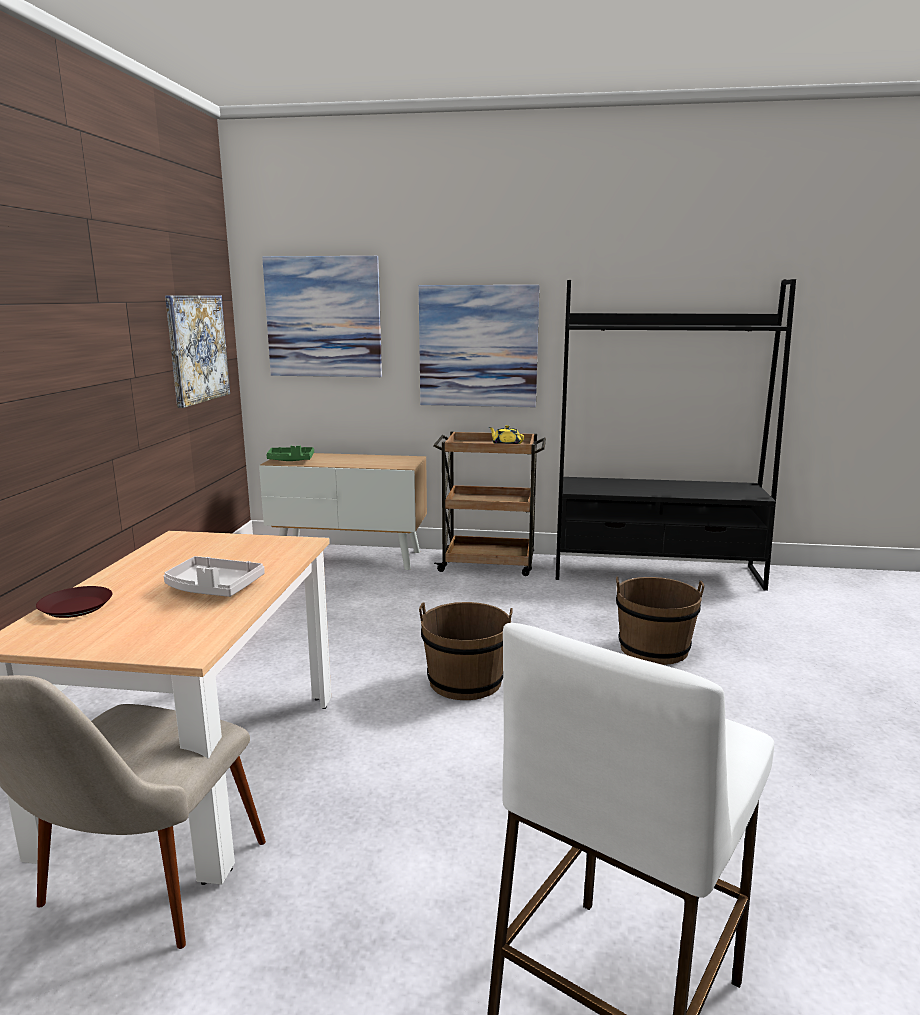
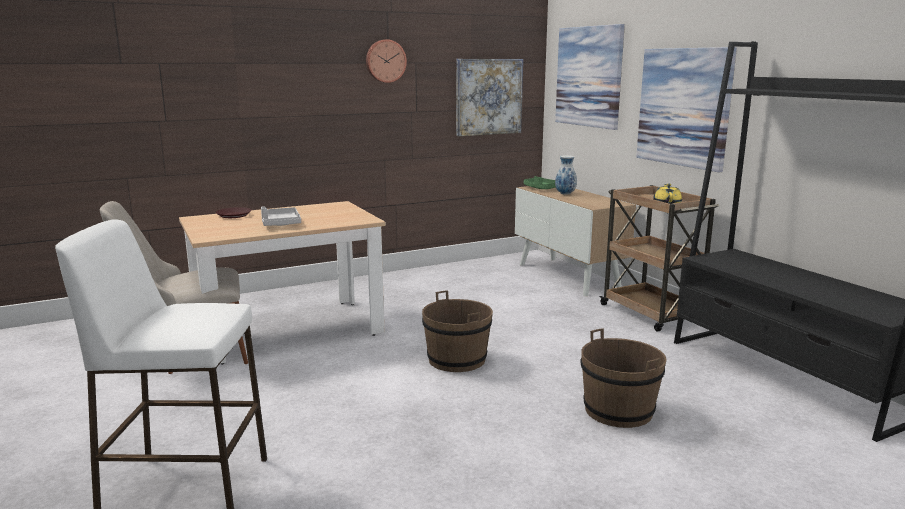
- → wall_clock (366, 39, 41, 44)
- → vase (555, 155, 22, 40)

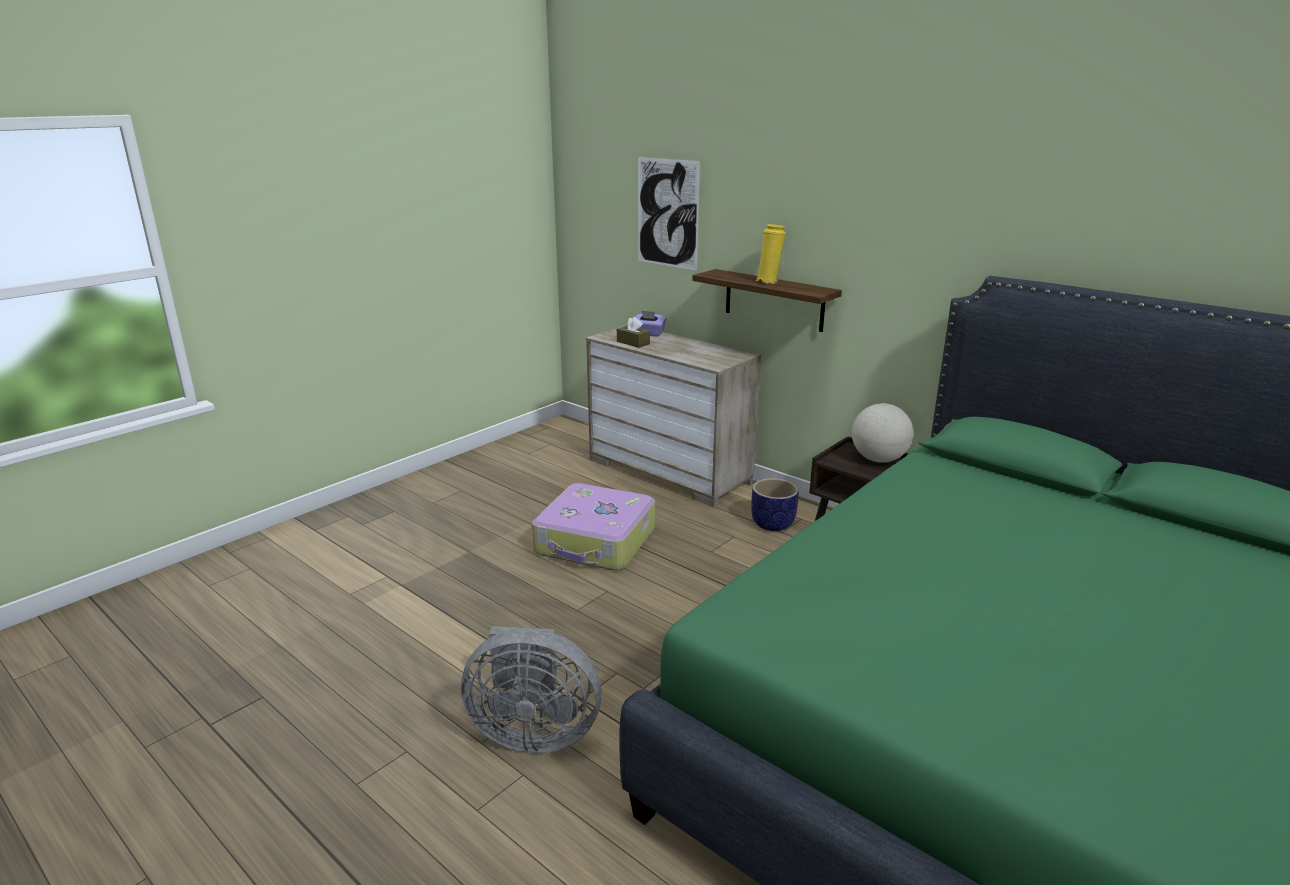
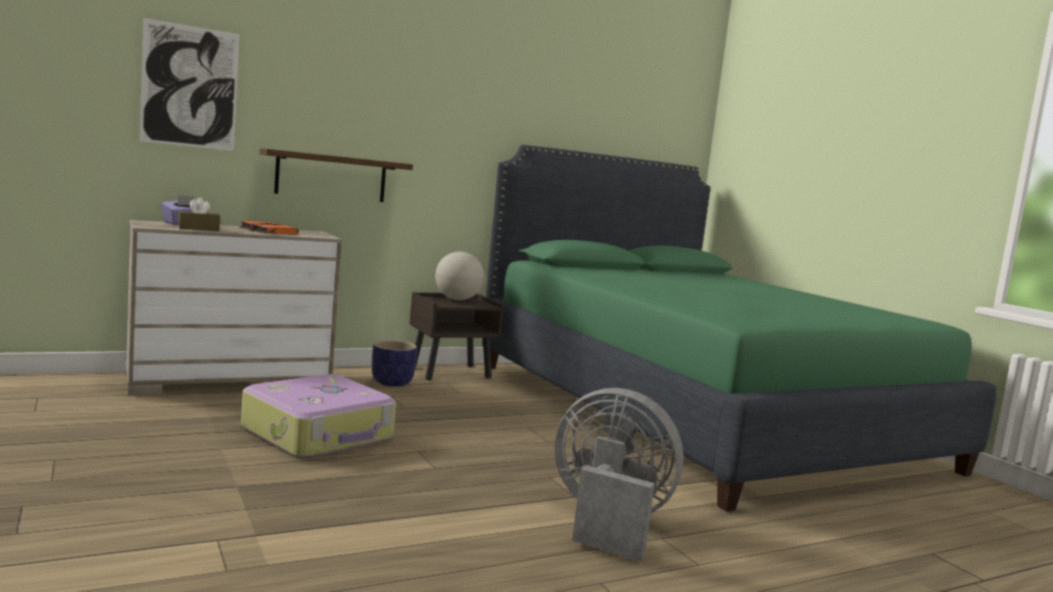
- → orange_book (238, 221, 61, 14)
grey_fan (461, 626, 141, 127) → grey_fan (555, 388, 128, 174), 90 degrees counterclockwise
yellow_vase (756, 224, 30, 60) → -

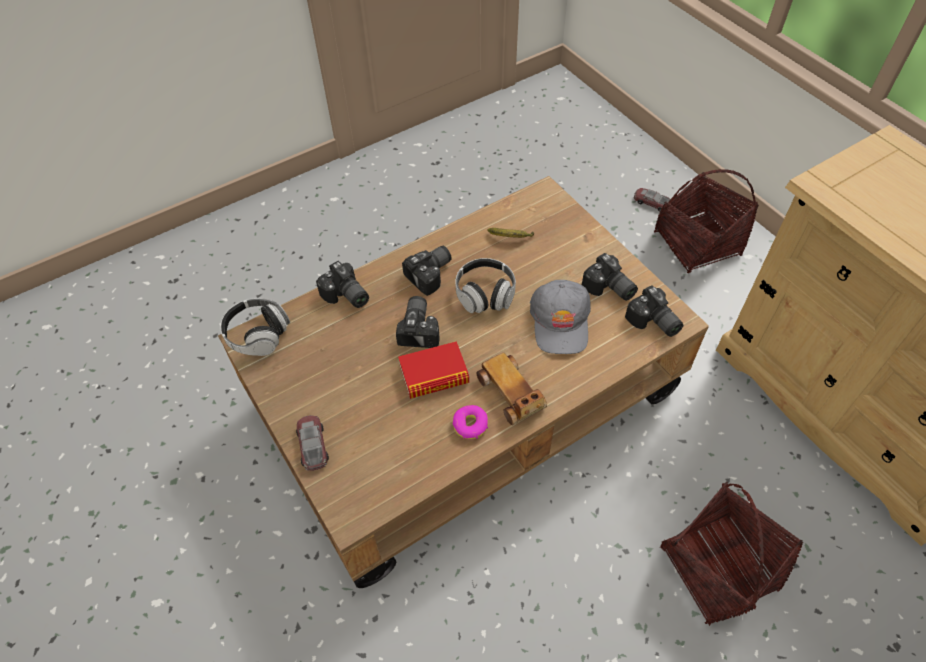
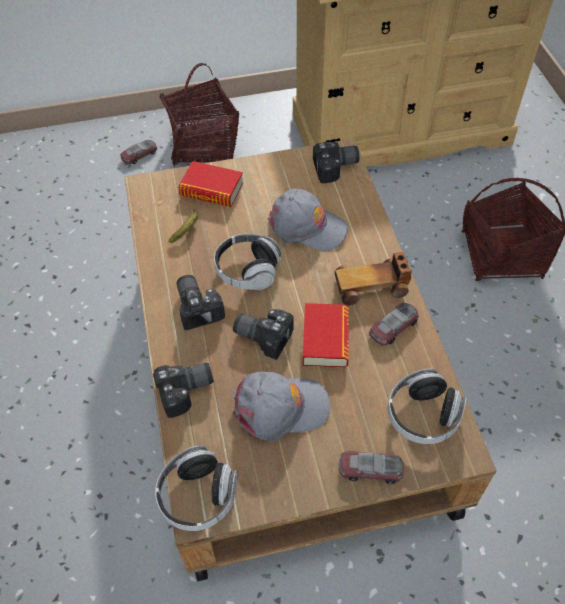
- → book (178, 161, 65, 46)
- → grey_cap (232, 372, 98, 69)
donut (453, 405, 35, 34) → toy_car (369, 303, 50, 43)
- → headphones (388, 369, 78, 75)
photo_camera (582, 253, 56, 48) → -

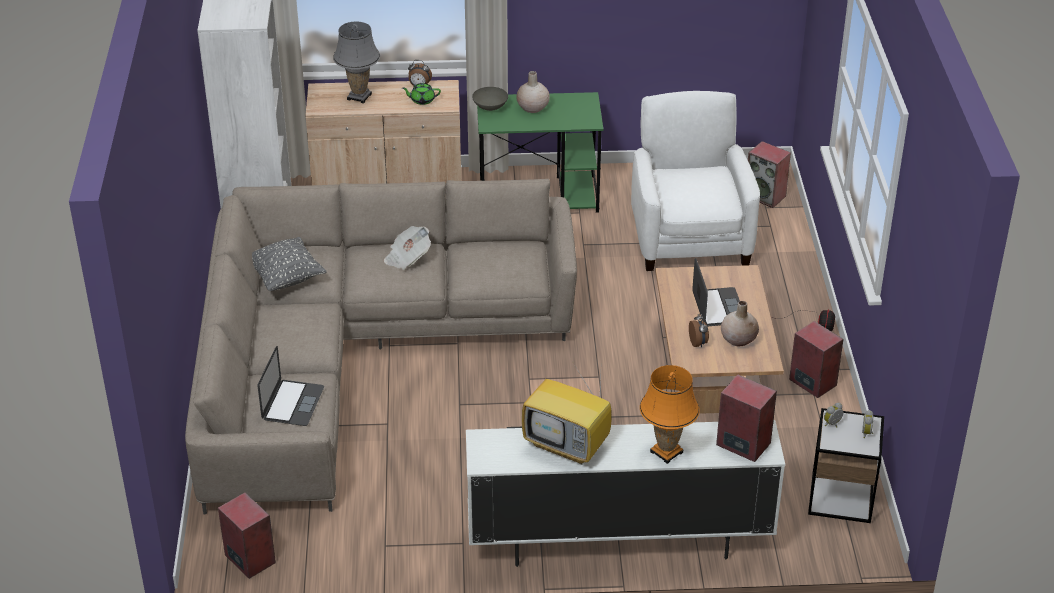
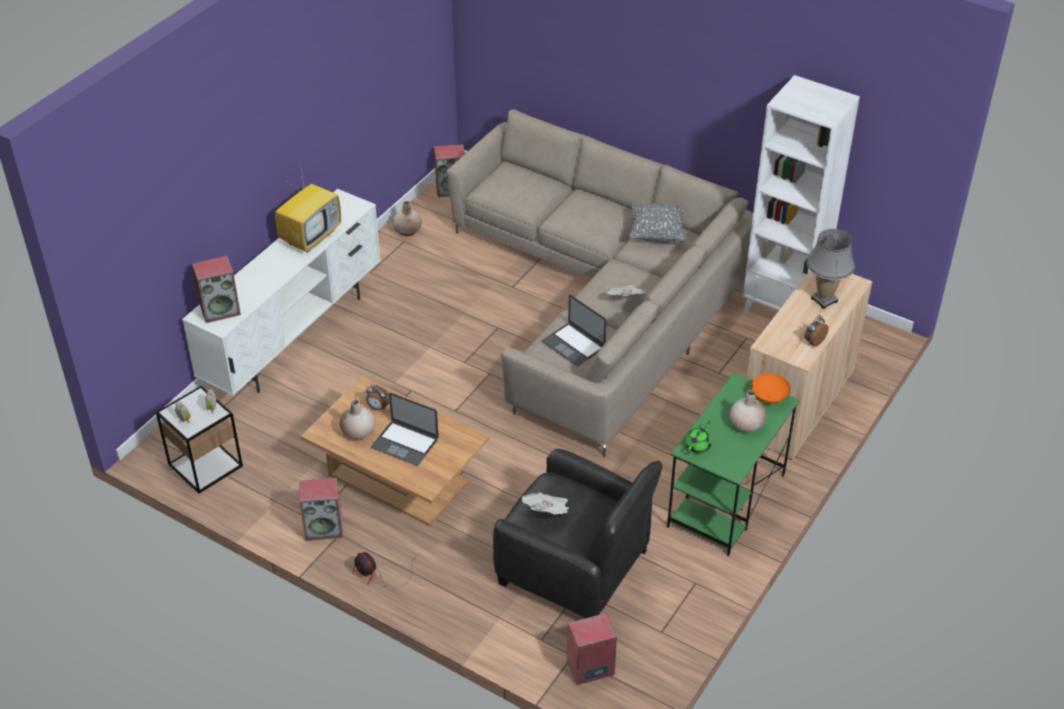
television (522, 361, 90, 103) → television (275, 161, 66, 92), 150 degrees clockwise
- → beige_vase (393, 201, 29, 35)
white_armchair (631, 91, 129, 180) → black_armchair (493, 449, 170, 169)
- → newspaper (522, 492, 47, 23)
laptop (258, 346, 66, 80) → laptop (542, 295, 64, 71), shifted
green_teapot (402, 83, 39, 22) → green_teapot (685, 421, 26, 32), shifted
grey_bowl (472, 87, 36, 24) → orange_bowl (751, 374, 40, 30)
orange_table_lamp (640, 365, 60, 99) → -

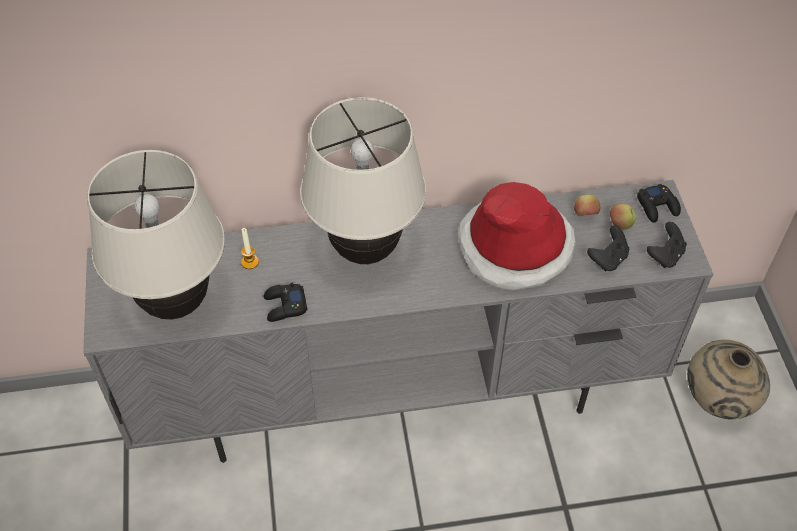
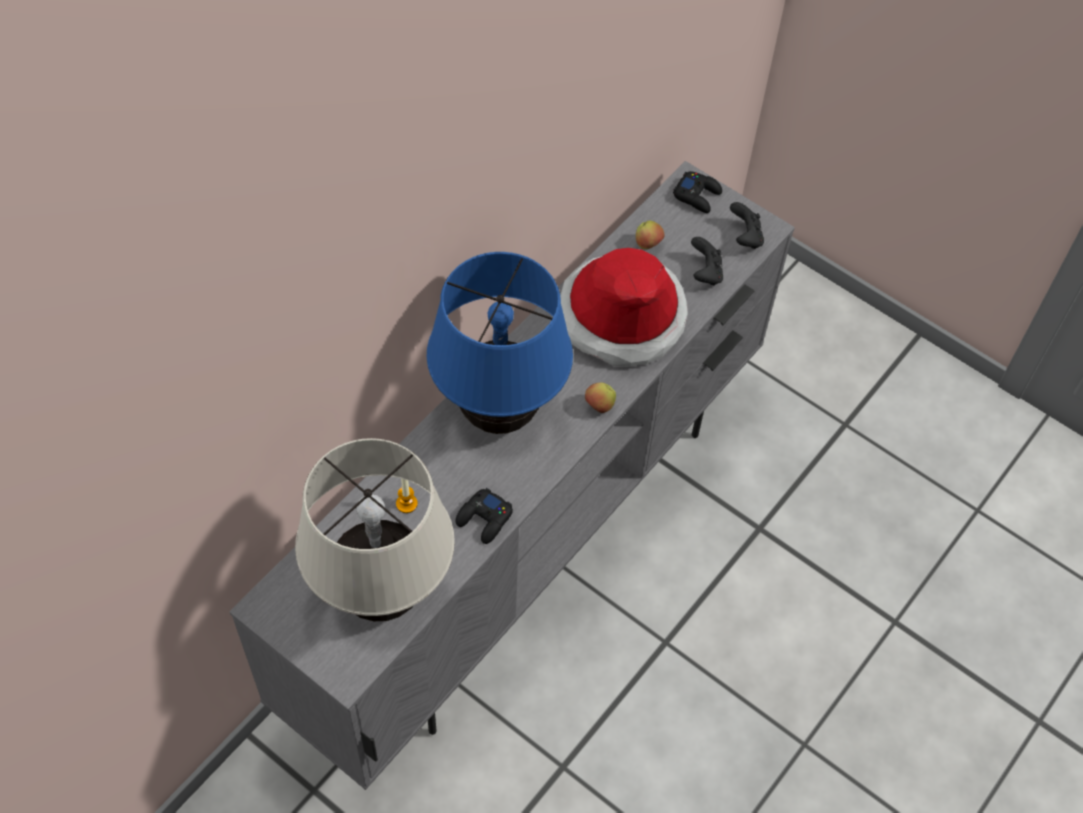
beige_table_lamp (300, 97, 126, 167) → blue_table_lamp (427, 252, 146, 182)
apple (610, 203, 26, 27) → apple (585, 382, 31, 31), shifted
beige_vase (687, 340, 83, 80) → -

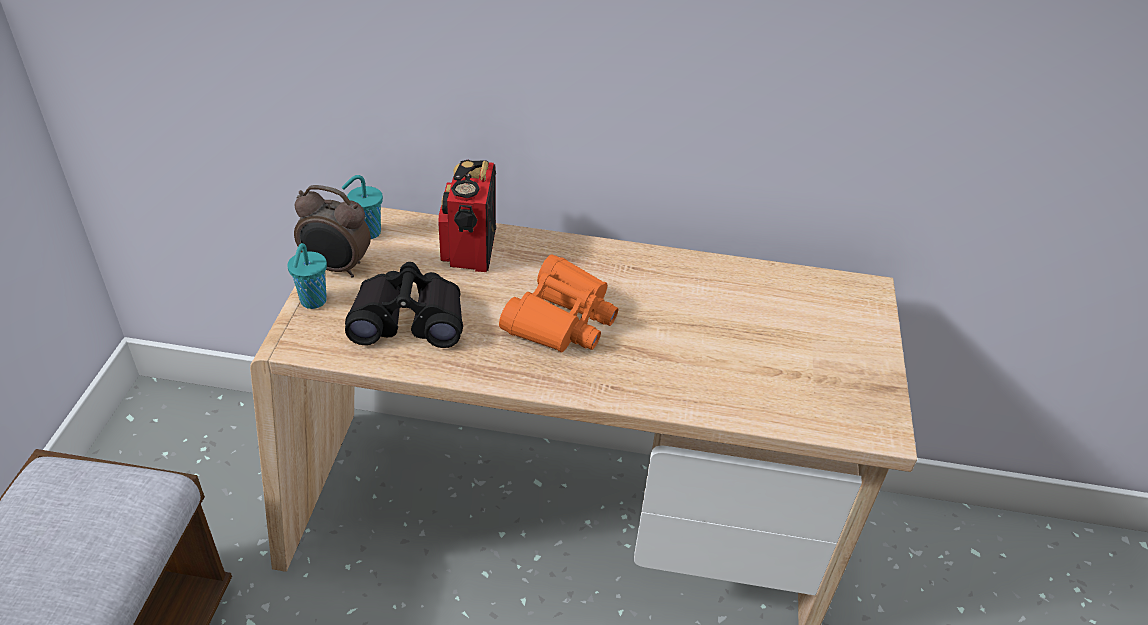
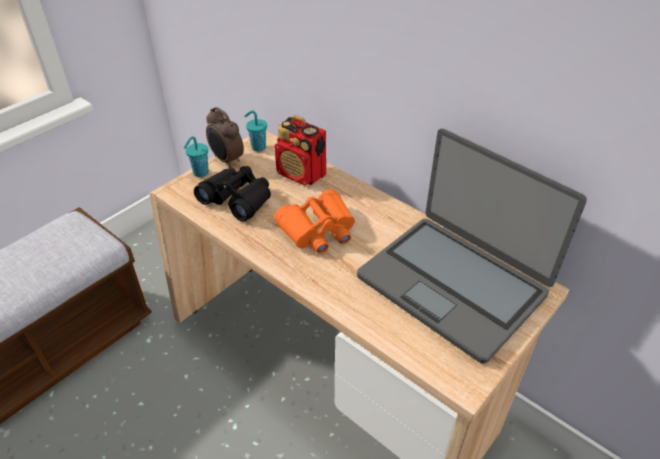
radio (438, 159, 58, 113) → radio (275, 115, 51, 71), 90 degrees counterclockwise
- → laptop (357, 128, 230, 236)

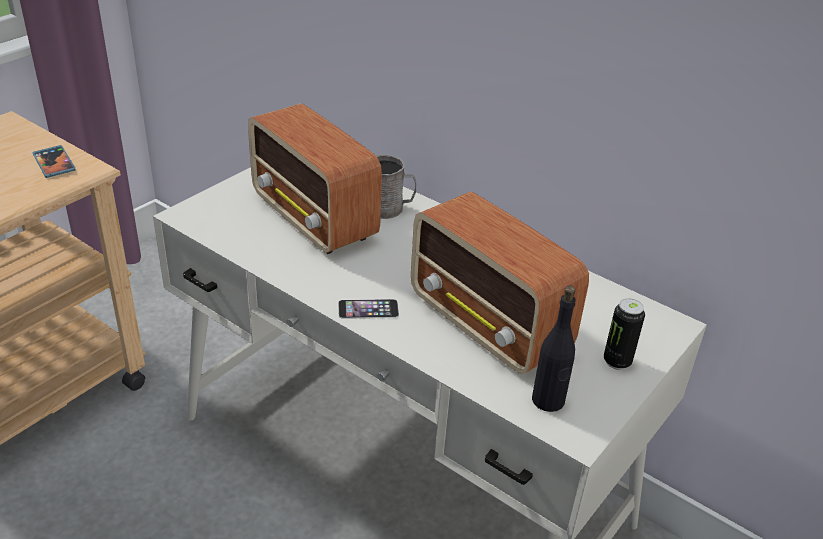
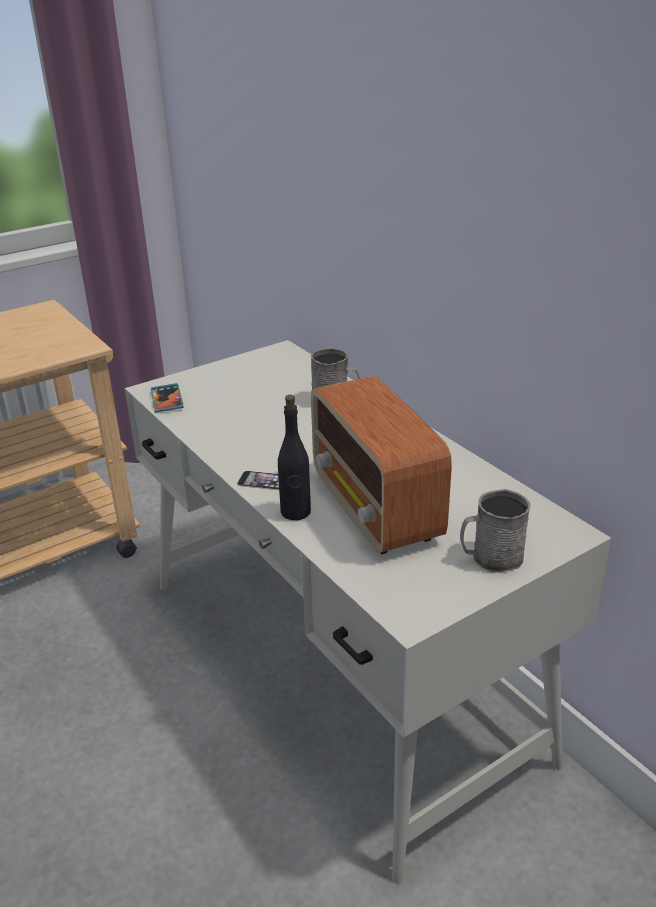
phone (33, 145, 43, 33) → phone (151, 383, 33, 29), shifted
black_bottle (532, 285, 44, 127) → black_bottle (278, 395, 33, 125), shifted
can (604, 298, 41, 72) → grey_mug (460, 489, 71, 83)
radio (248, 104, 134, 150) → -

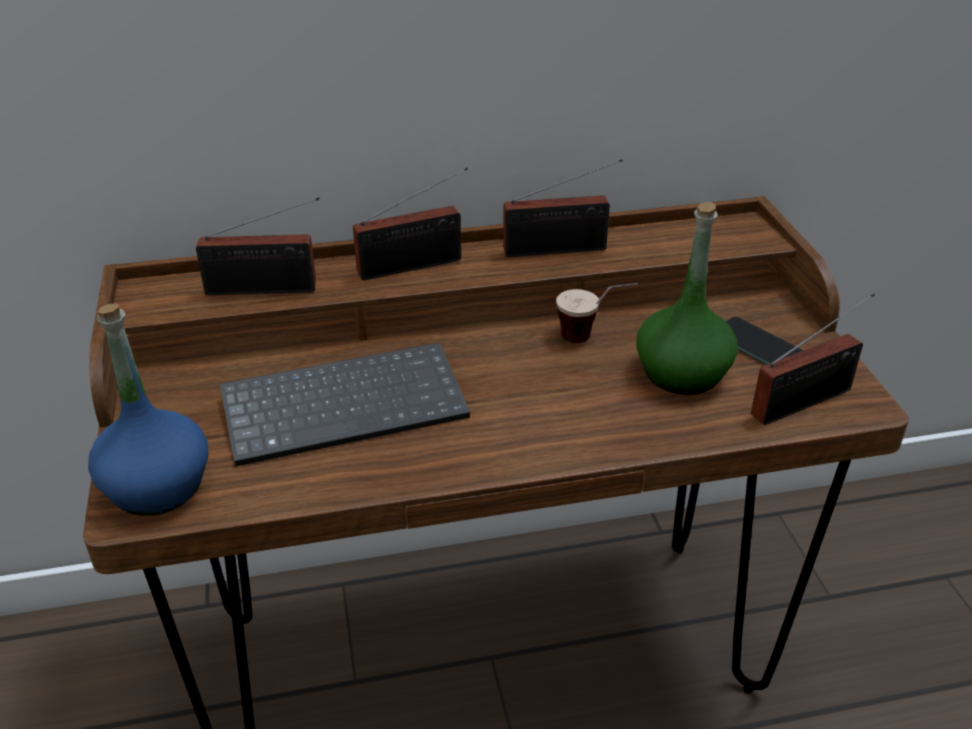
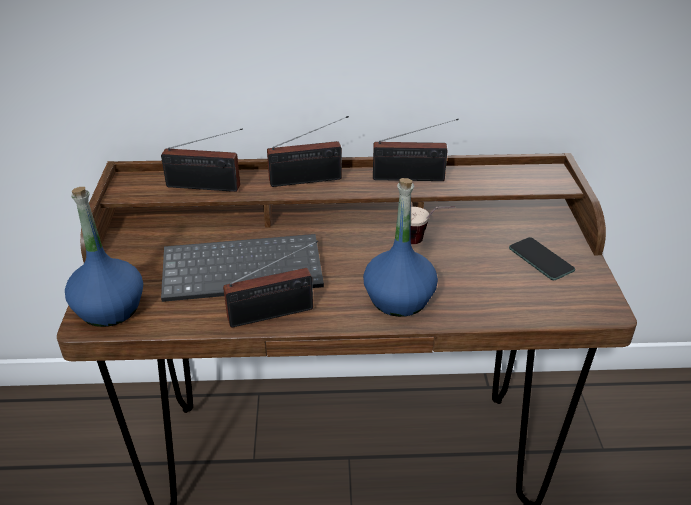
radio (751, 293, 124, 132) → radio (223, 240, 95, 88), shifted
- → blue_bottle (363, 178, 75, 139)
green_bottle (636, 202, 102, 193) → -

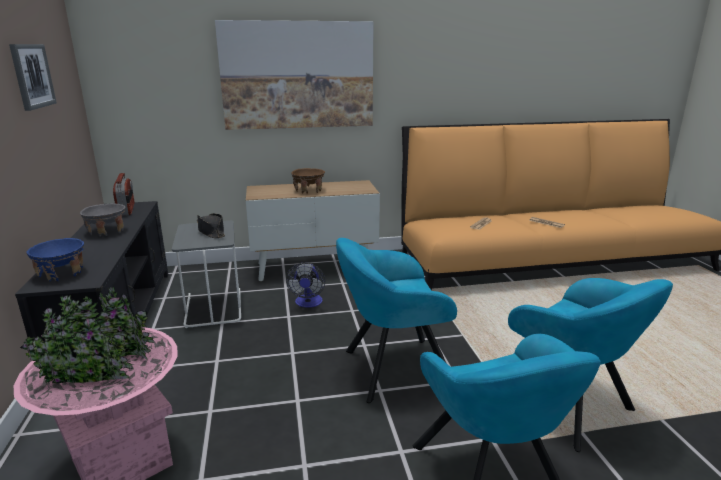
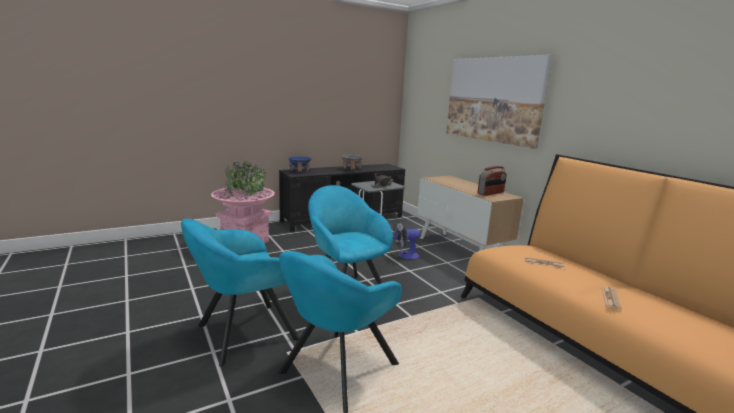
radio (113, 173, 22, 43) → radio (478, 166, 29, 30), shifted
picture (9, 44, 48, 67) → -
brown_bowl (292, 168, 33, 26) → -

